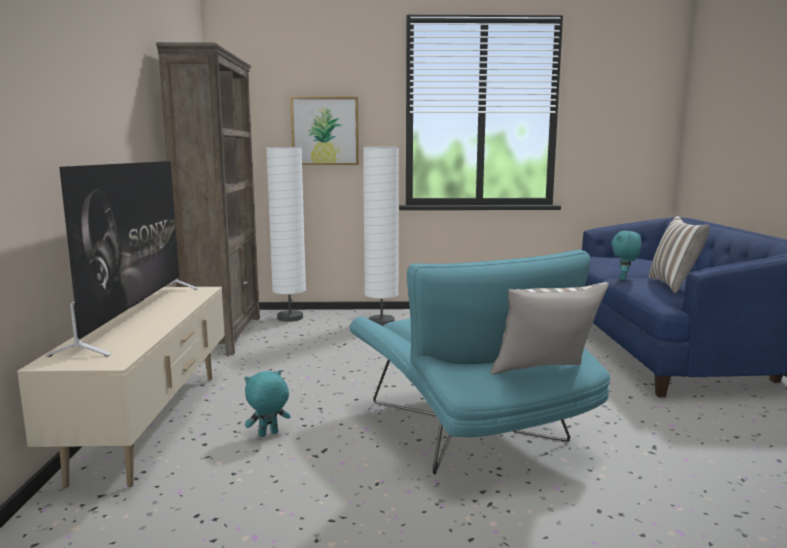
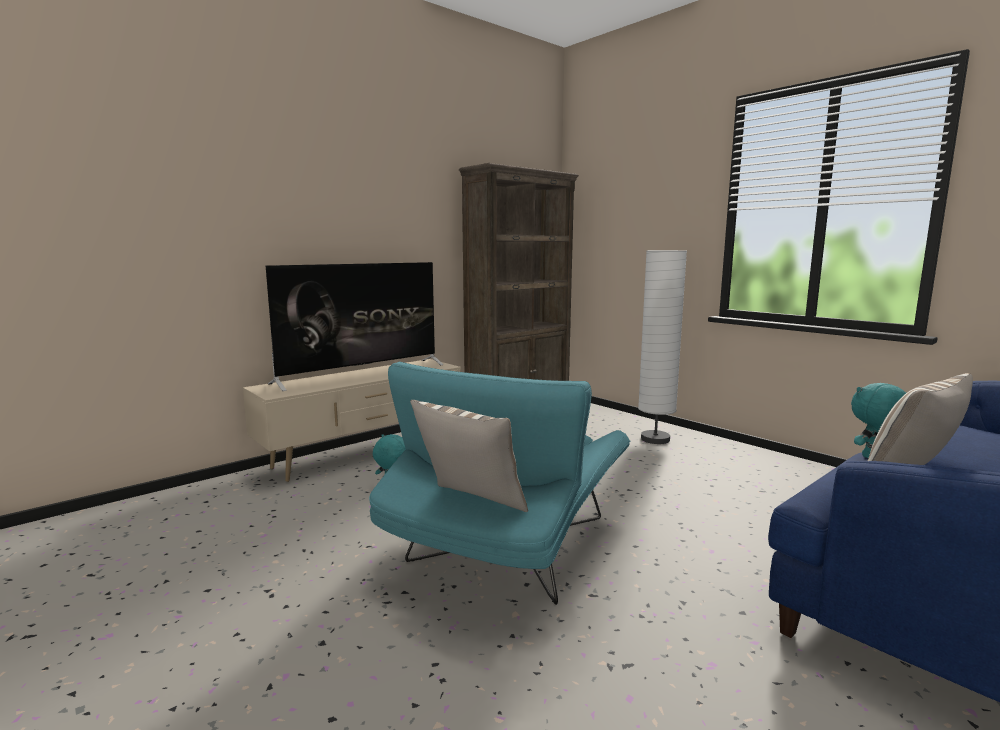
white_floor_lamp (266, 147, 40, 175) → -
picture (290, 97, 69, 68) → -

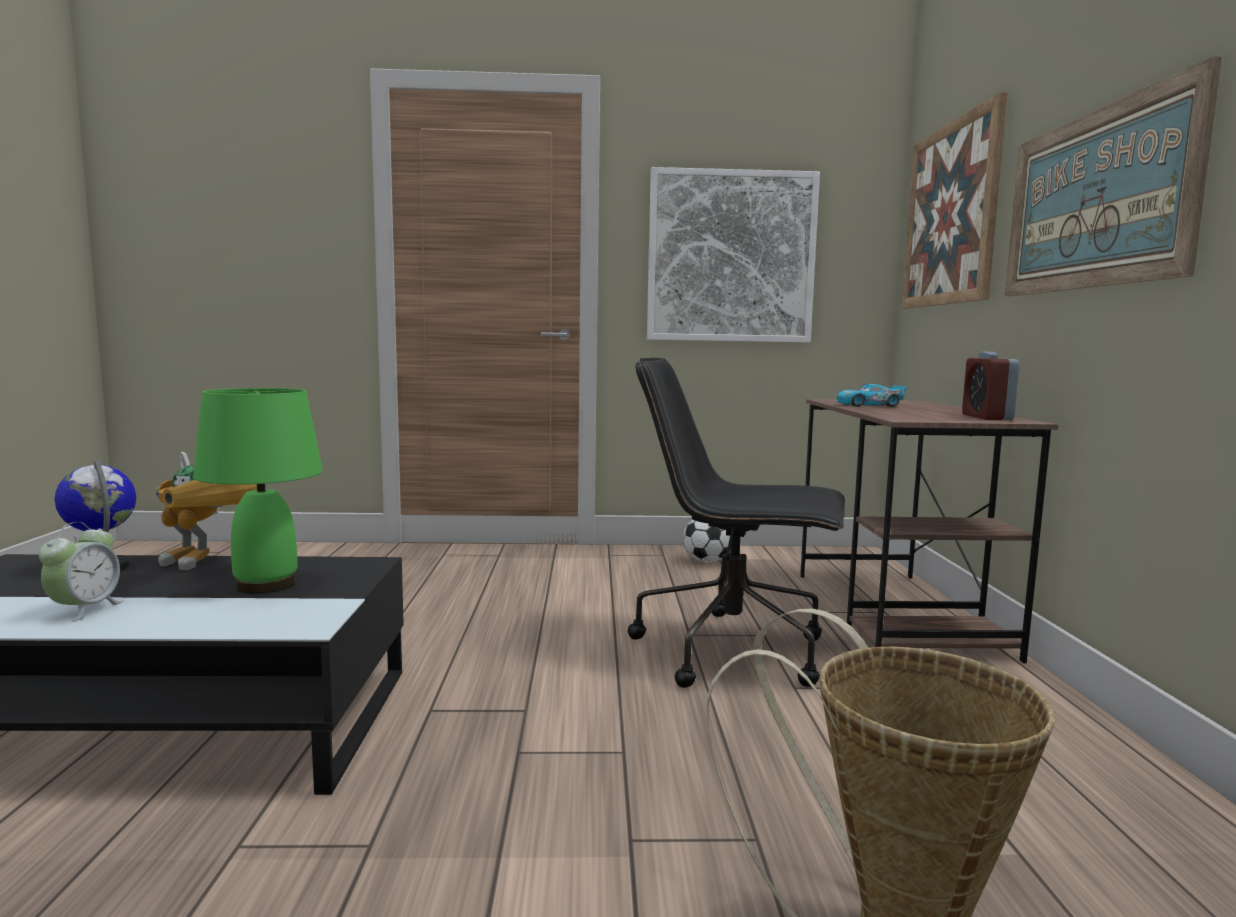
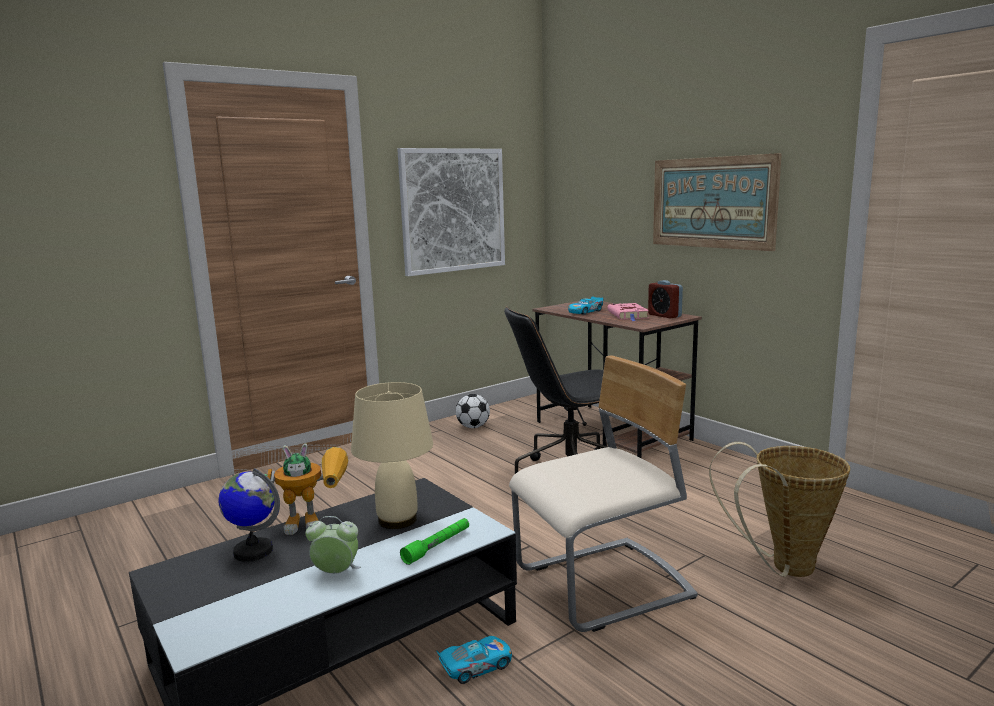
alarm_clock (39, 522, 85, 100) → alarm_clock (305, 516, 56, 58), 60 degrees counterclockwise
green_table_lamp (193, 388, 130, 205) → beige_table_lamp (351, 382, 82, 147)
- → green_flashlight (400, 518, 69, 47)
- → toy_car (436, 636, 76, 48)
- → beige_chair (509, 355, 189, 277)
- → pink_book (607, 303, 42, 18)
picture (902, 92, 105, 217) → -

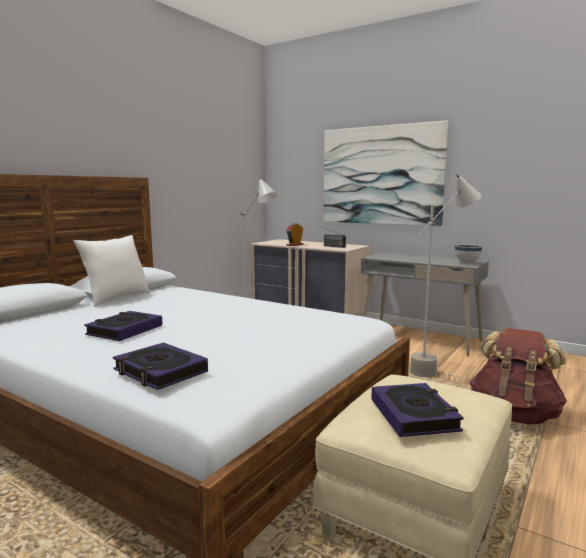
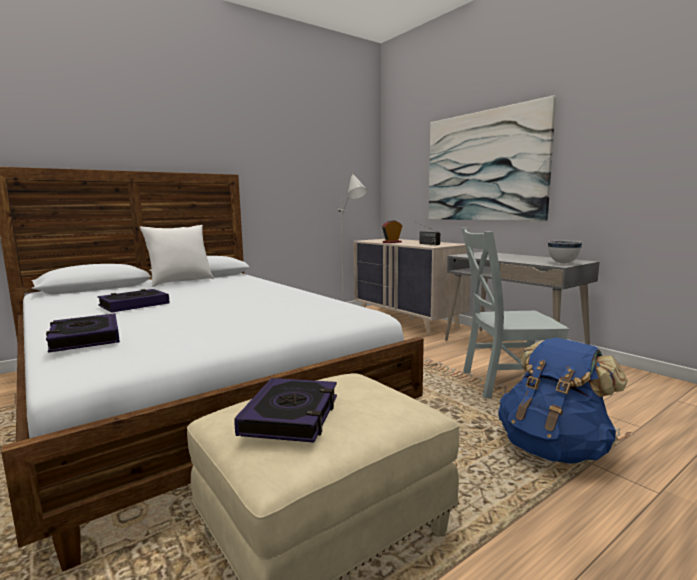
grey_floor_lamp (410, 174, 71, 203) → grey_chair (462, 228, 107, 171)
brown_backpack (470, 328, 97, 96) → blue_backpack (498, 337, 130, 127)

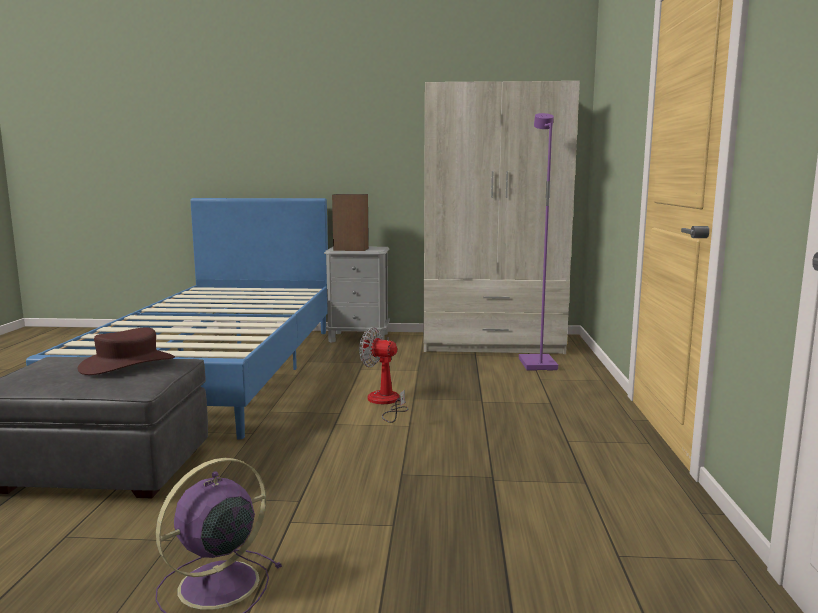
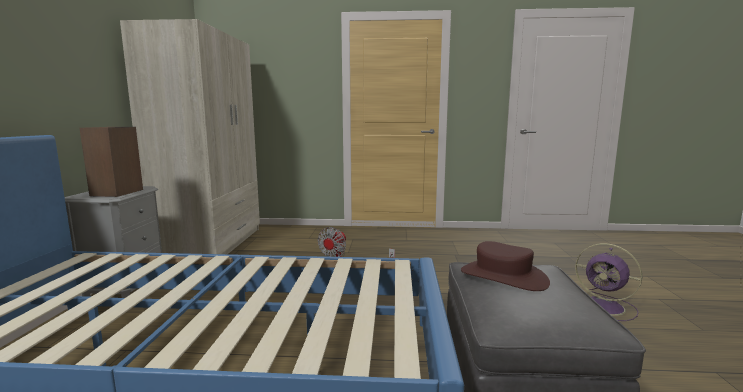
purple_floor_lamp (519, 113, 39, 258) → -

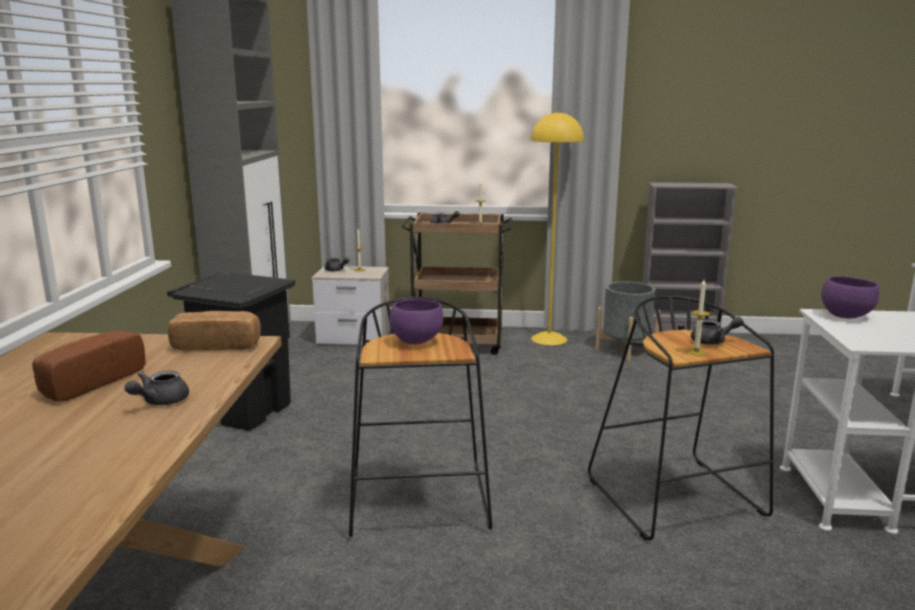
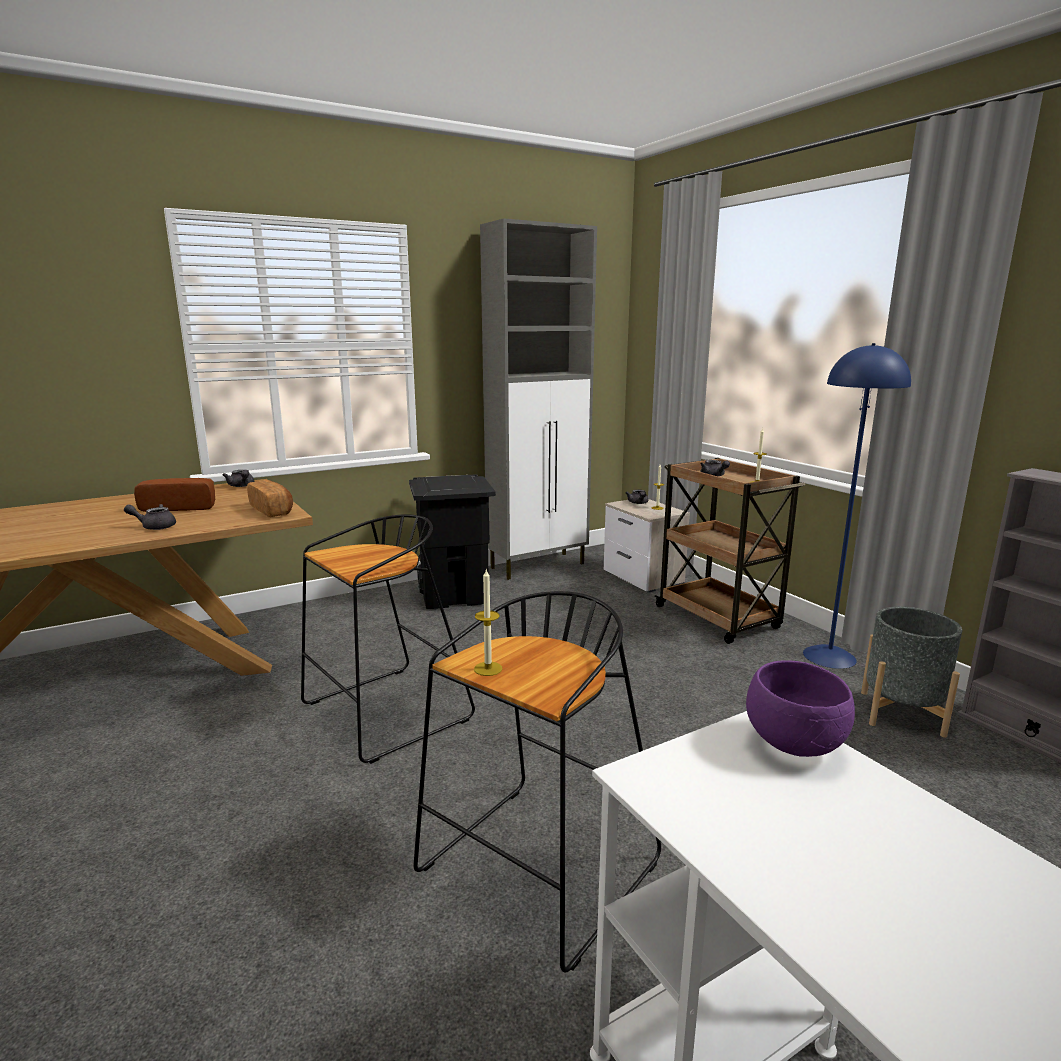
grey_teapot (691, 316, 53, 29) → grey_teapot (223, 470, 31, 17), shifted
yellow_floor_lamp (530, 111, 54, 234) → blue_floor_lamp (803, 343, 108, 326)
purple_bowl (390, 299, 53, 45) → -

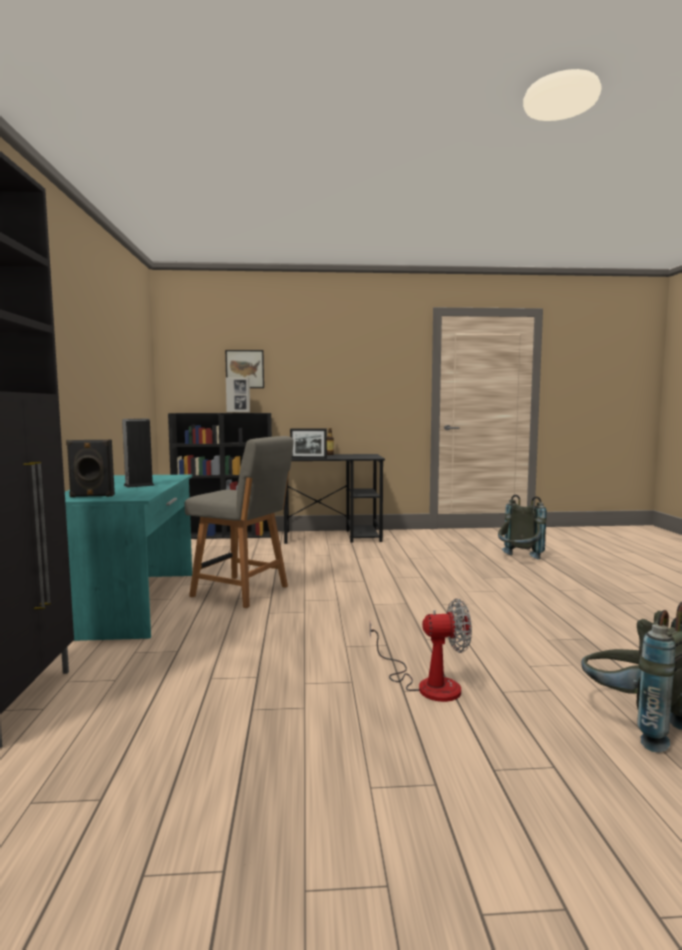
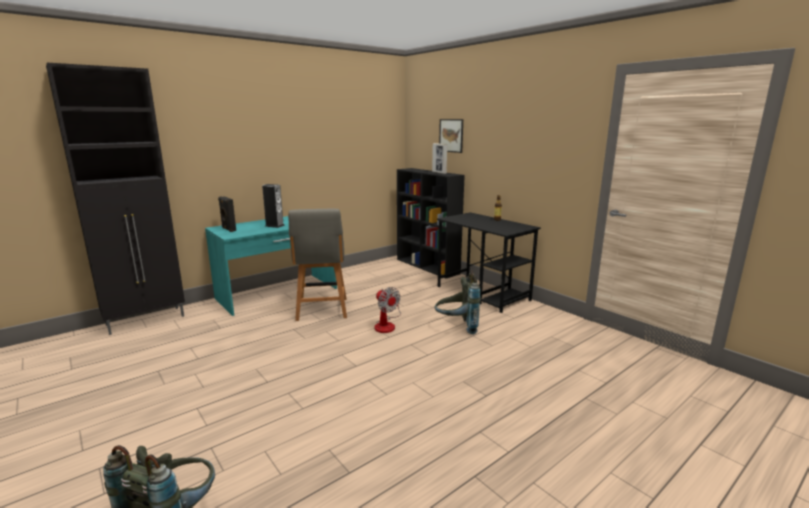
fan (370, 598, 102, 104) → fan (374, 287, 27, 46), shifted
grey_backpack (498, 494, 49, 66) → grey_backpack (435, 270, 46, 64), shifted
picture_frame (290, 429, 37, 30) → -

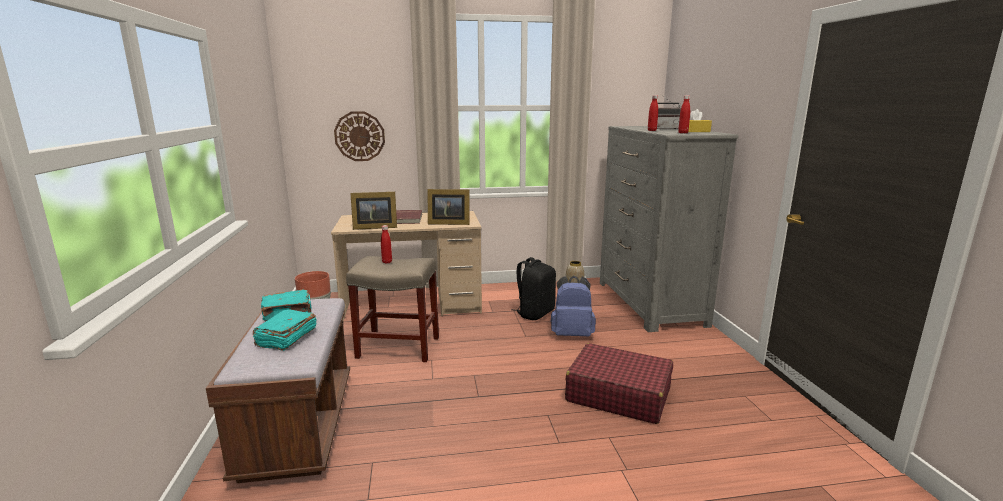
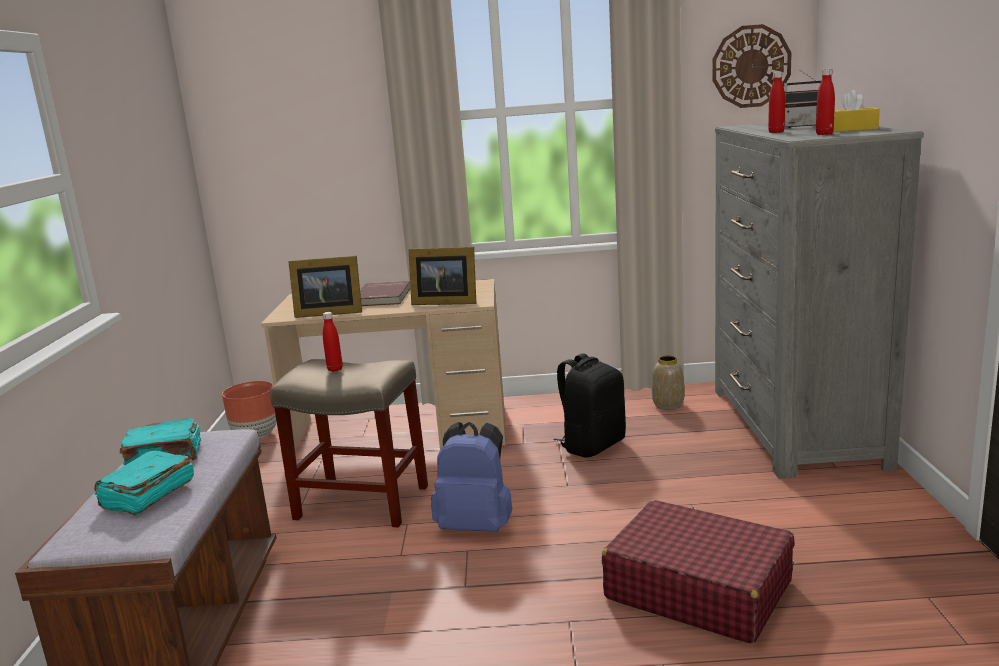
blue_backpack (551, 276, 45, 61) → blue_backpack (431, 422, 81, 110), shifted
wall_clock (334, 111, 51, 50) → wall_clock (712, 24, 80, 84), shifted

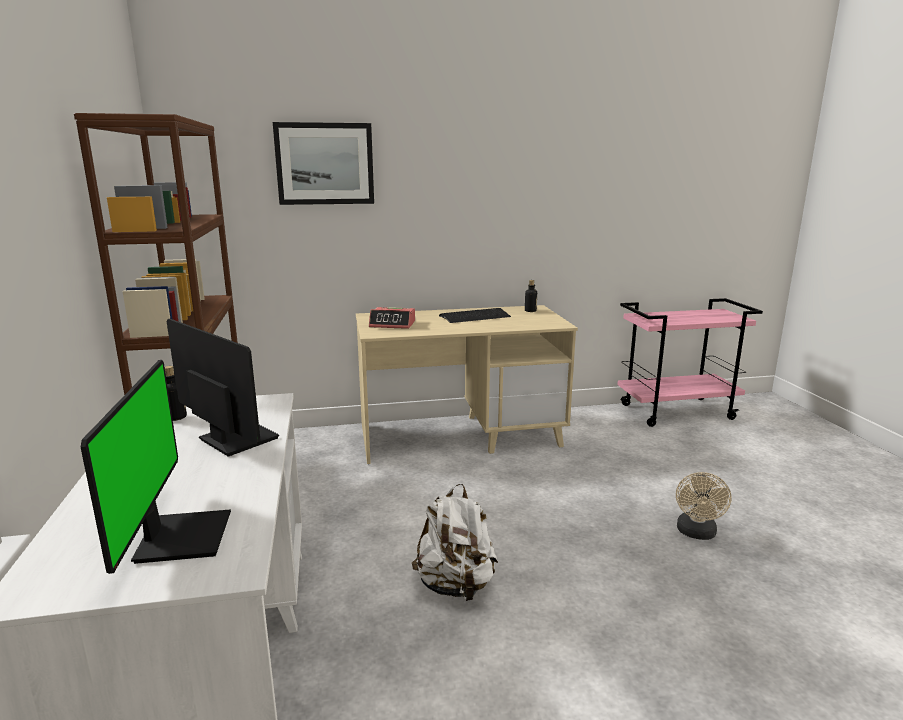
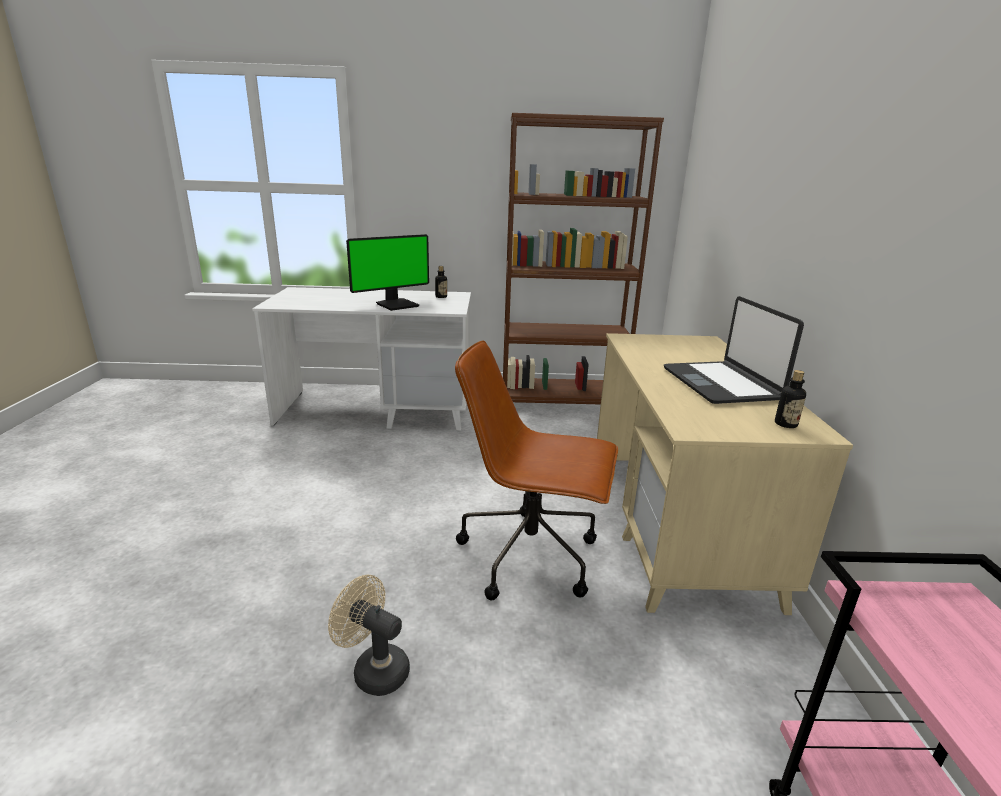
- → brown_office_chair (455, 341, 163, 259)
keyboard (439, 308, 72, 15) → laptop (664, 296, 140, 108)
monitor (81, 360, 150, 214) → -
picture (273, 122, 101, 83) → -
alarm_clock (369, 307, 46, 22) → -
white_backpack (412, 483, 86, 119) → -

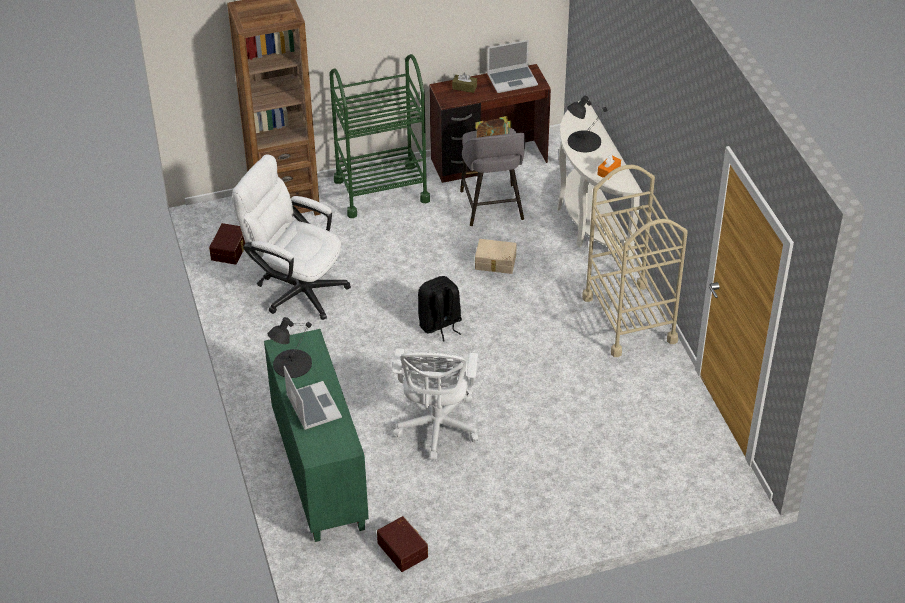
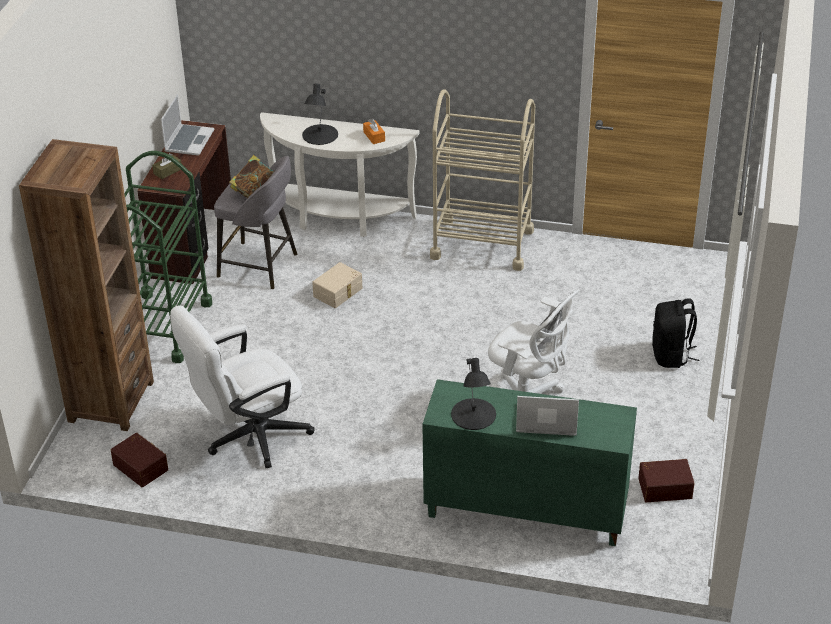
black_backpack (418, 276, 44, 66) → black_backpack (652, 298, 47, 70), shifted

